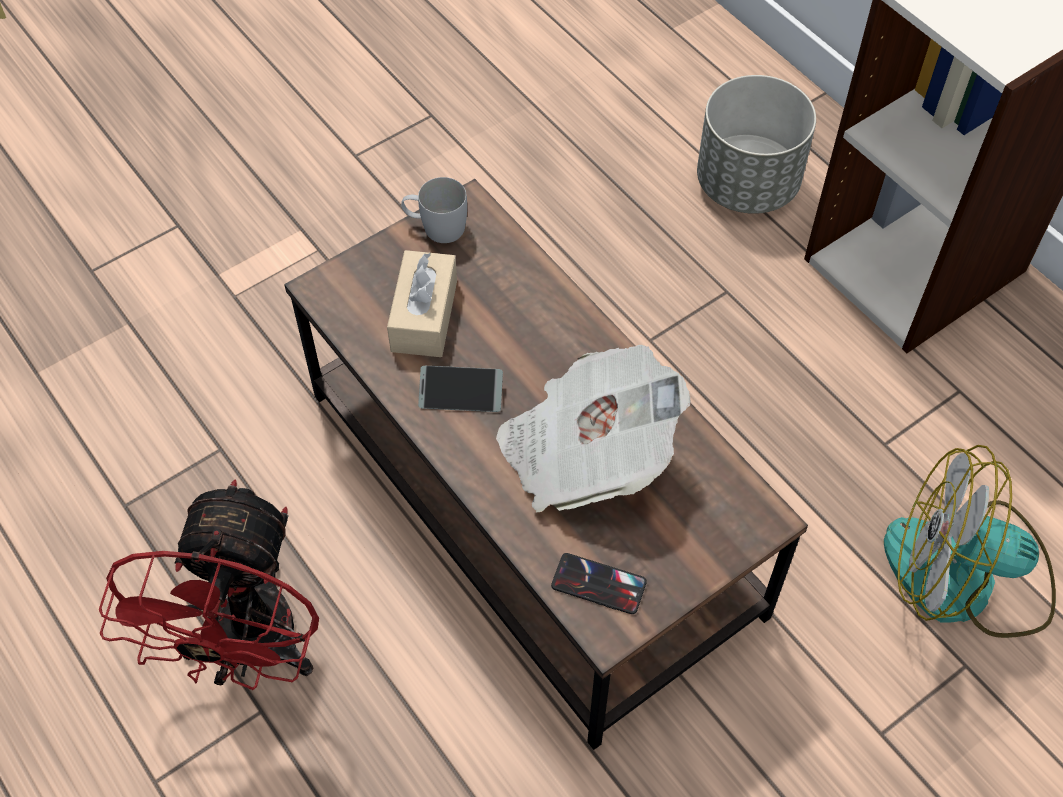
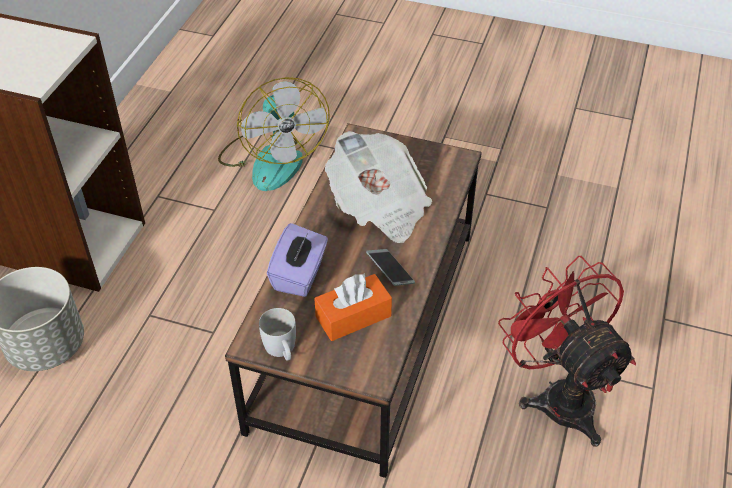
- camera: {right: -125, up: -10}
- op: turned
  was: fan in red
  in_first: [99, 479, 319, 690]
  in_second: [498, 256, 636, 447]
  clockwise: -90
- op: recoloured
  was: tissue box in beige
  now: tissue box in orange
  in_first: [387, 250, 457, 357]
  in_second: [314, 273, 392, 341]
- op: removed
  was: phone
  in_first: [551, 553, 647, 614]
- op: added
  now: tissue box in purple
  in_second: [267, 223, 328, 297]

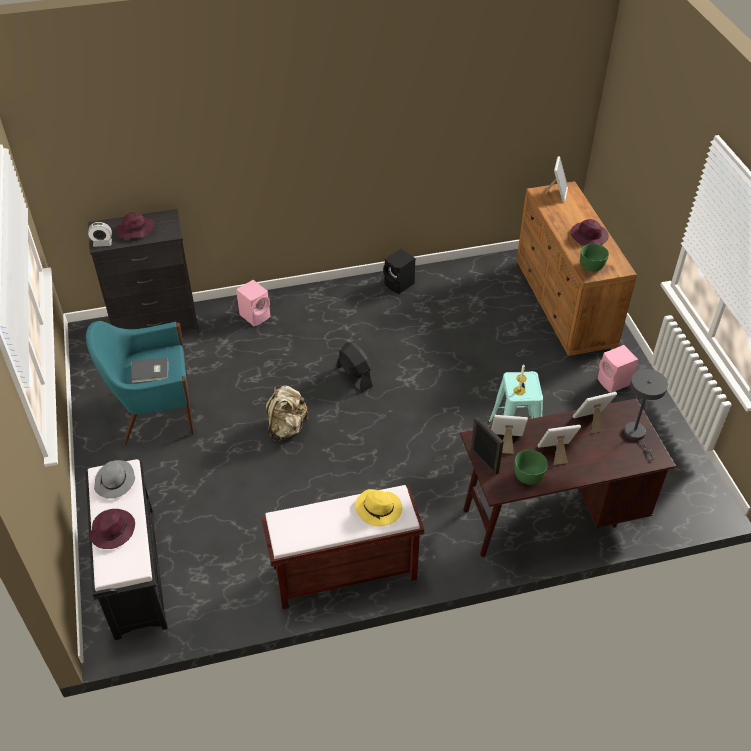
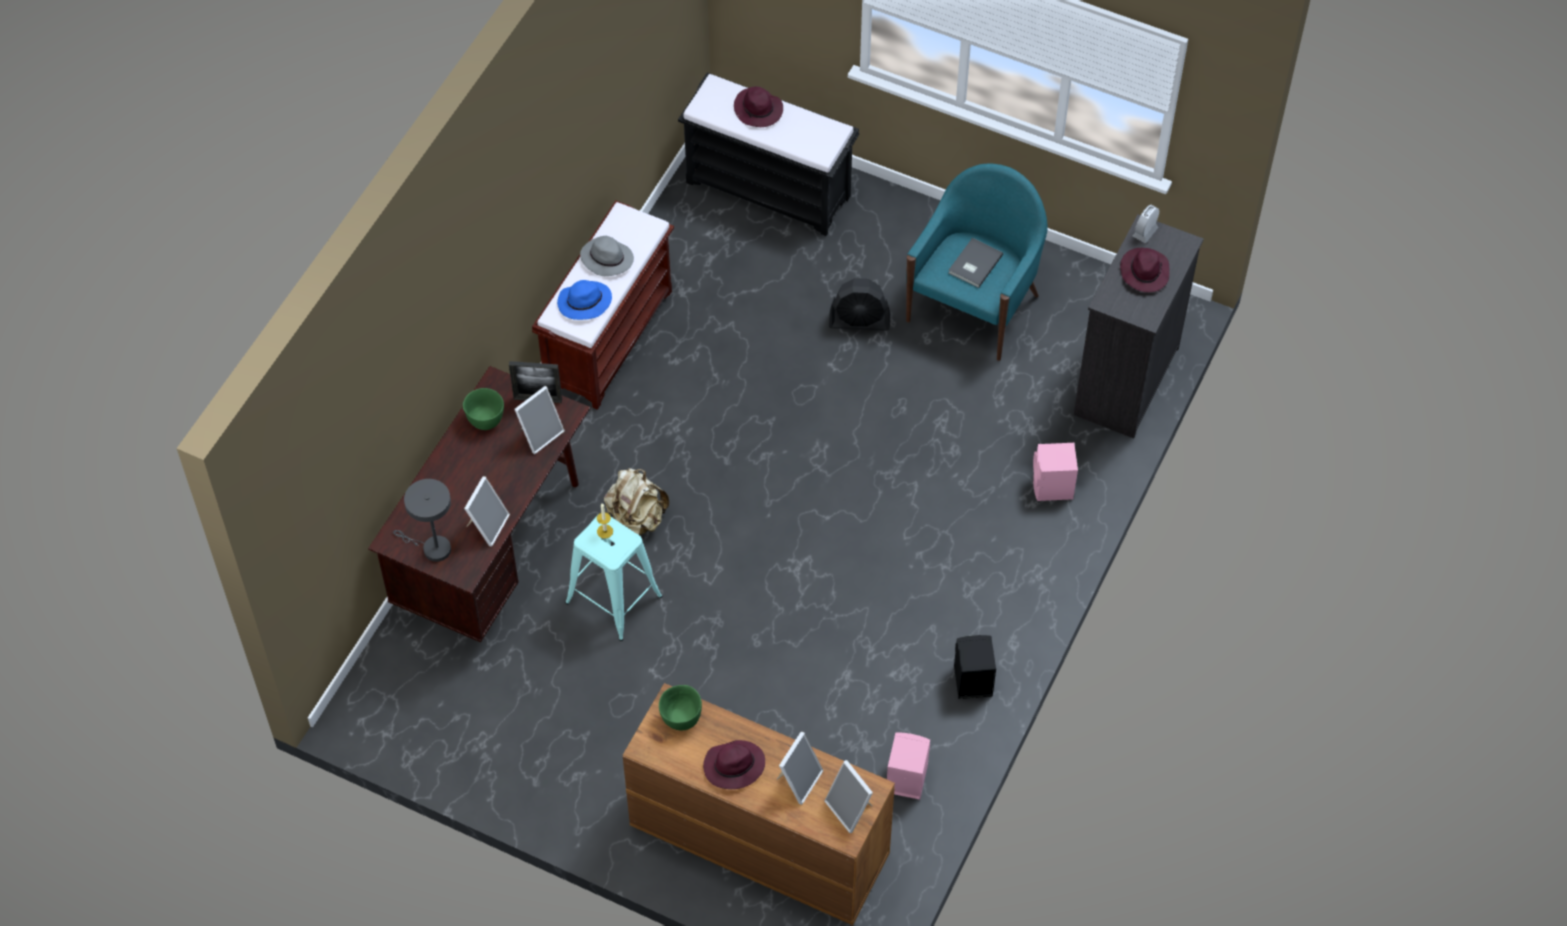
- camera: {right: 130, up: 10}
- op: moved
  was: hat in grey
  in_first: [94, 460, 135, 499]
  in_second: [580, 236, 634, 276]
- op: moved
  was: backpack in beige
  in_first: [266, 385, 309, 442]
  in_second: [604, 468, 669, 535]
- op: moved
  was: fan in black
  in_first: [336, 342, 373, 393]
  in_second: [829, 278, 890, 331]
- op: recoloured
  was: hat in yellow
  now: hat in blue
  in_first: [355, 489, 403, 526]
  in_second: [557, 280, 612, 320]
- op: moved
  was: picture frame
  in_first: [538, 425, 581, 465]
  in_second: [776, 732, 823, 805]
- op: moved
  was: speaker in pink
  in_first: [597, 345, 638, 393]
  in_second: [887, 733, 930, 800]

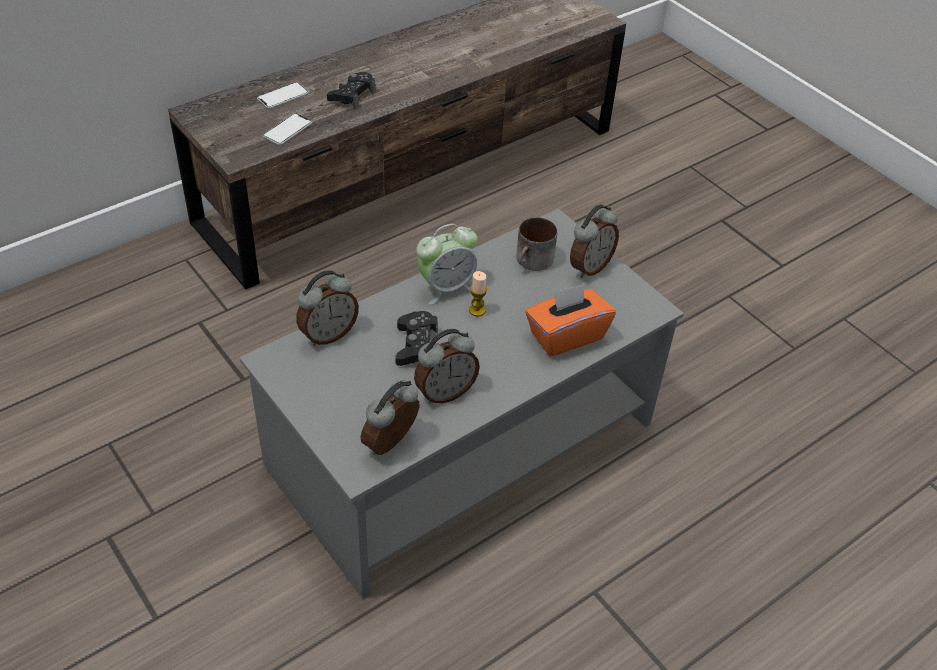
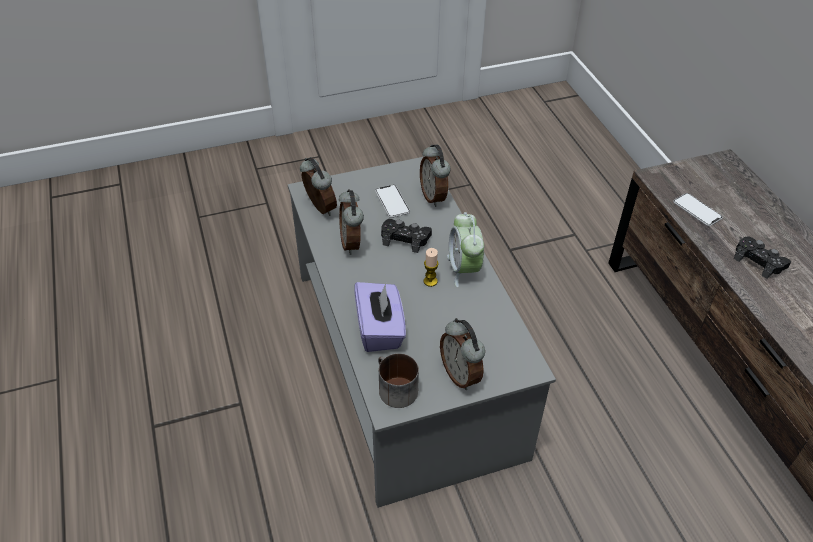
- camera: {right: 110, up: 0}
- op: moved
  was: phone
  in_first: [257, 82, 309, 109]
  in_second: [375, 185, 410, 218]
- op: moved
  was: mug
  in_first: [516, 217, 558, 271]
  in_second: [378, 353, 419, 408]
- op: recoloured
  was: tissue box in orange
  now: tissue box in purple
  in_first: [525, 283, 616, 356]
  in_second: [354, 282, 406, 352]

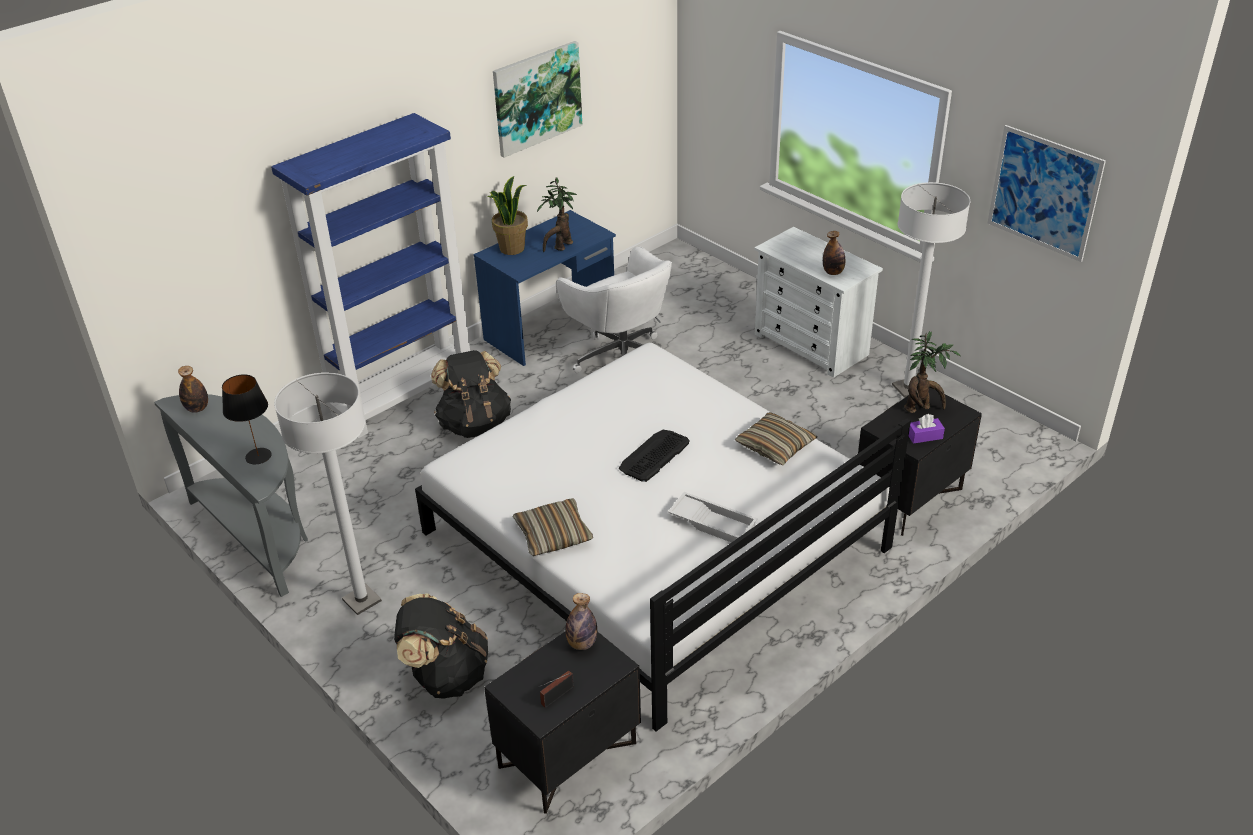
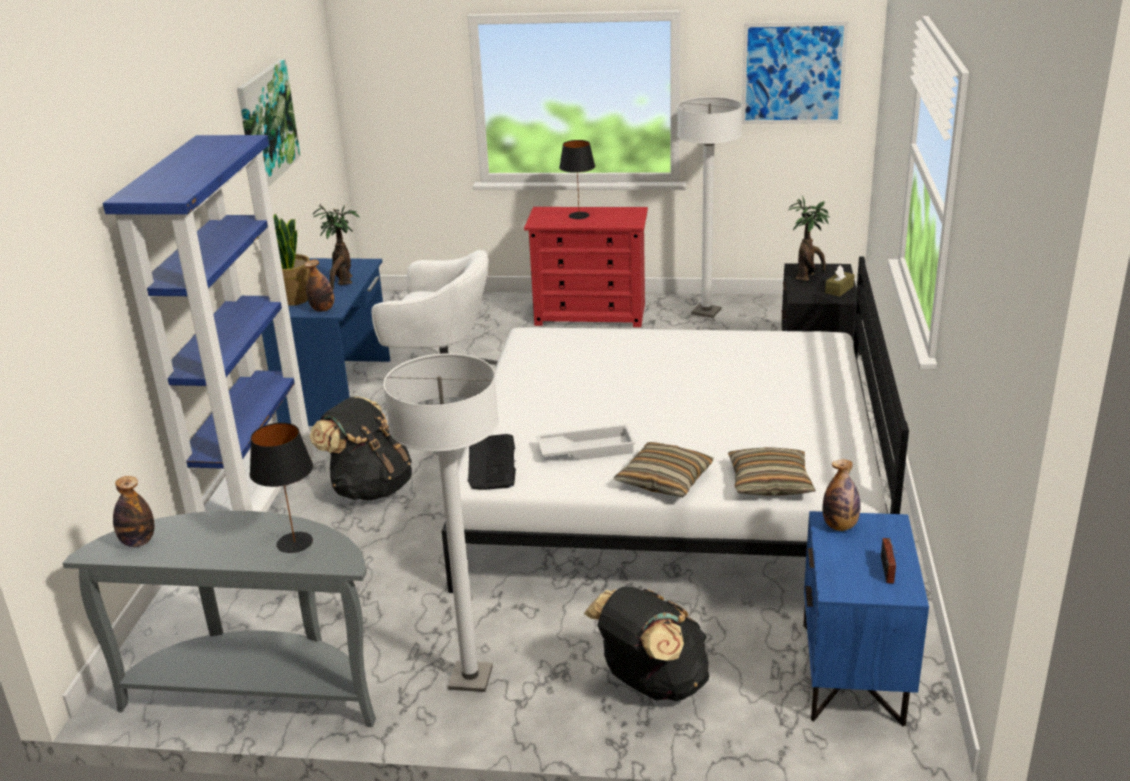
- camera: {right: -40, up: -10}
- op: recoloured
  was: nightstand in black
  now: nightstand in blue
  in_first: [484, 631, 641, 814]
  in_second: [803, 511, 929, 726]
- op: moved
  was: keyboard
  in_first: [619, 430, 690, 482]
  in_second: [468, 434, 516, 490]
- op: moved
  was: tray in white
  in_first: [668, 492, 758, 542]
  in_second: [536, 424, 636, 460]
- op: moved
  was: pillow
  in_first: [735, 412, 817, 465]
  in_second: [728, 447, 816, 495]
- op: recoloured
  was: dresser in white
  now: dresser in red
  in_first: [754, 227, 883, 378]
  in_second: [524, 207, 648, 327]
- op: moved
  was: bottle
  in_first: [823, 231, 845, 275]
  in_second: [305, 260, 334, 312]
- op: recoloured
  was: tissue box in purple
  now: tissue box in brown
  in_first: [909, 414, 945, 444]
  in_second: [825, 265, 855, 297]
- op: added
  now: table lamp in black
  in_second: [559, 140, 595, 219]

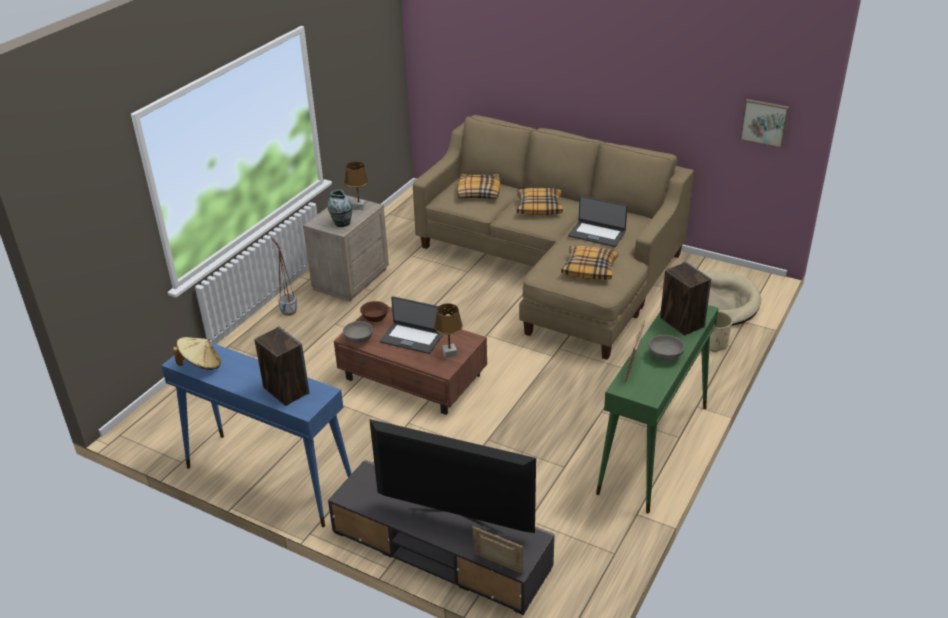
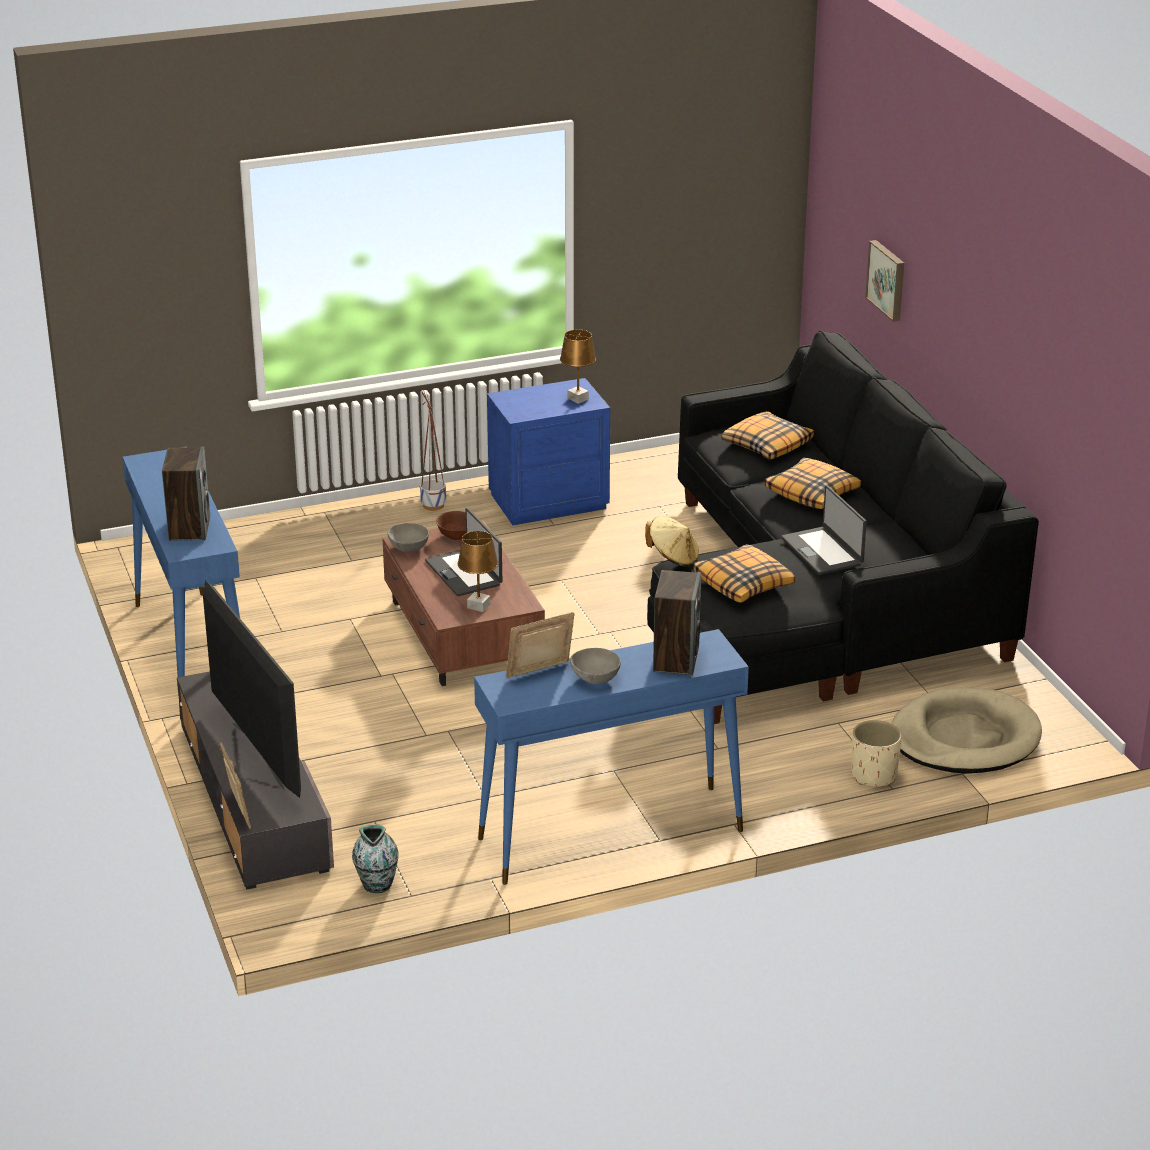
- camera: {right: 40, up: -5}
- op: moved
  was: hat in beige
  in_first: [173, 337, 221, 370]
  in_second: [645, 516, 699, 567]
- op: recoloured
  was: nightstand in beige
  now: nightstand in blue
  in_first: [303, 195, 389, 302]
  in_second: [487, 378, 610, 525]
- op: moved
  was: vase
  in_first: [327, 189, 353, 227]
  in_second: [352, 824, 399, 893]
- op: recoloured
  was: sofa in beige
  now: sofa in black
  in_first: [413, 115, 694, 360]
  in_second: [647, 330, 1039, 724]
- op: recoloured
  was: console table in green
  now: console table in blue
  in_first: [596, 305, 719, 513]
  in_second: [474, 629, 749, 885]
- op: moved
  was: picture
  in_first: [740, 99, 789, 148]
  in_second: [865, 240, 904, 322]

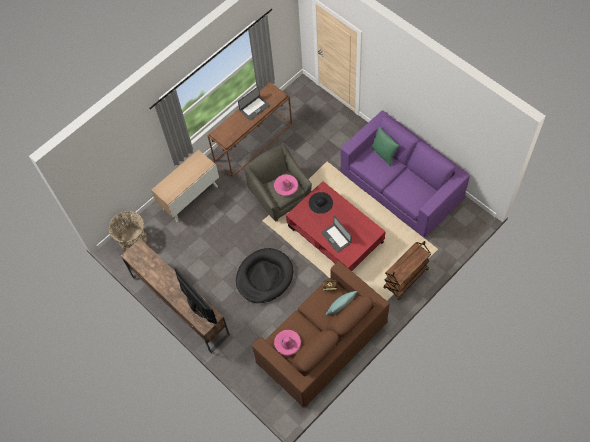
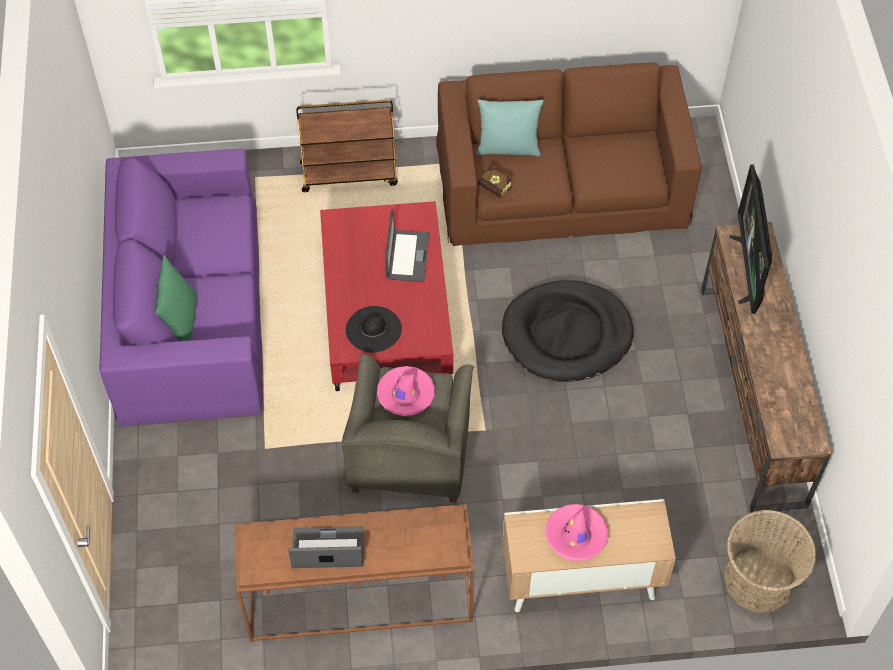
- camera: {right: -145, up: -5}
- op: moved
  was: hat in pink
  in_first: [274, 330, 301, 355]
  in_second: [546, 504, 608, 561]

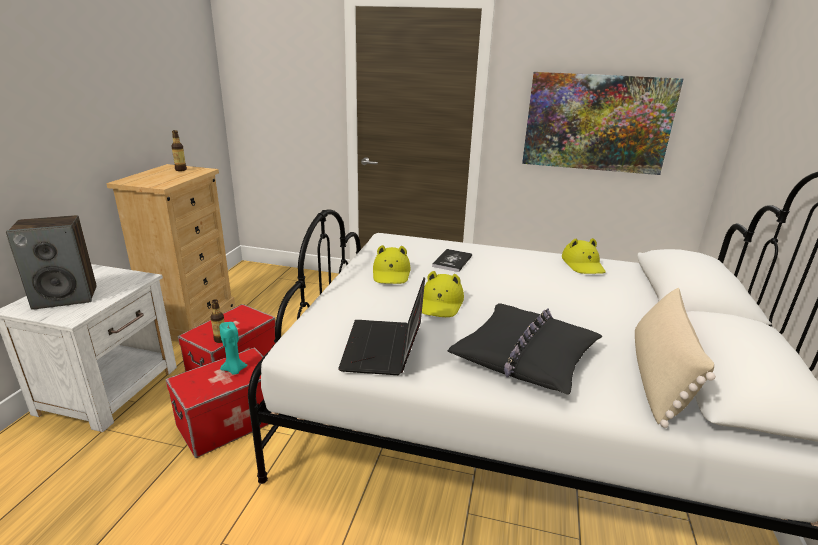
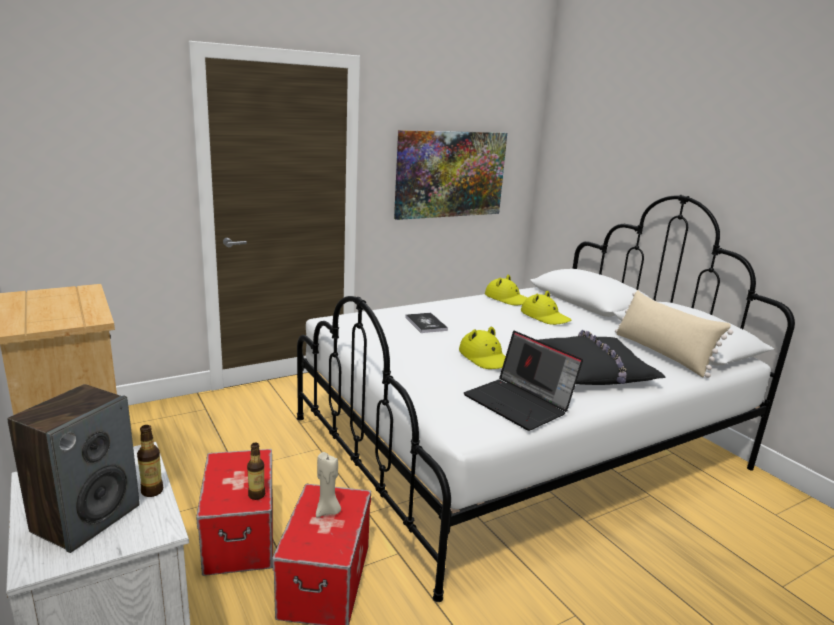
- camera: {right: -45, up: -5}
- op: moved
  was: bottle
  in_first: [171, 130, 187, 171]
  in_second: [137, 425, 163, 497]
- op: recoloured
  was: candle in turquoise
  now: candle in beige
  in_first: [220, 322, 248, 374]
  in_second: [316, 452, 341, 517]
- op: moved
  was: hat in yellow
  in_first: [373, 245, 411, 284]
  in_second: [521, 291, 572, 325]

